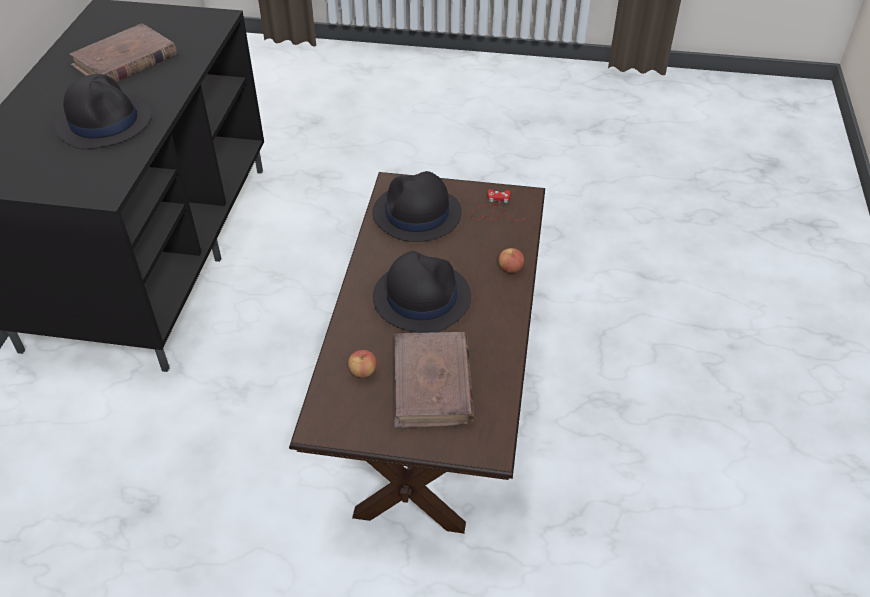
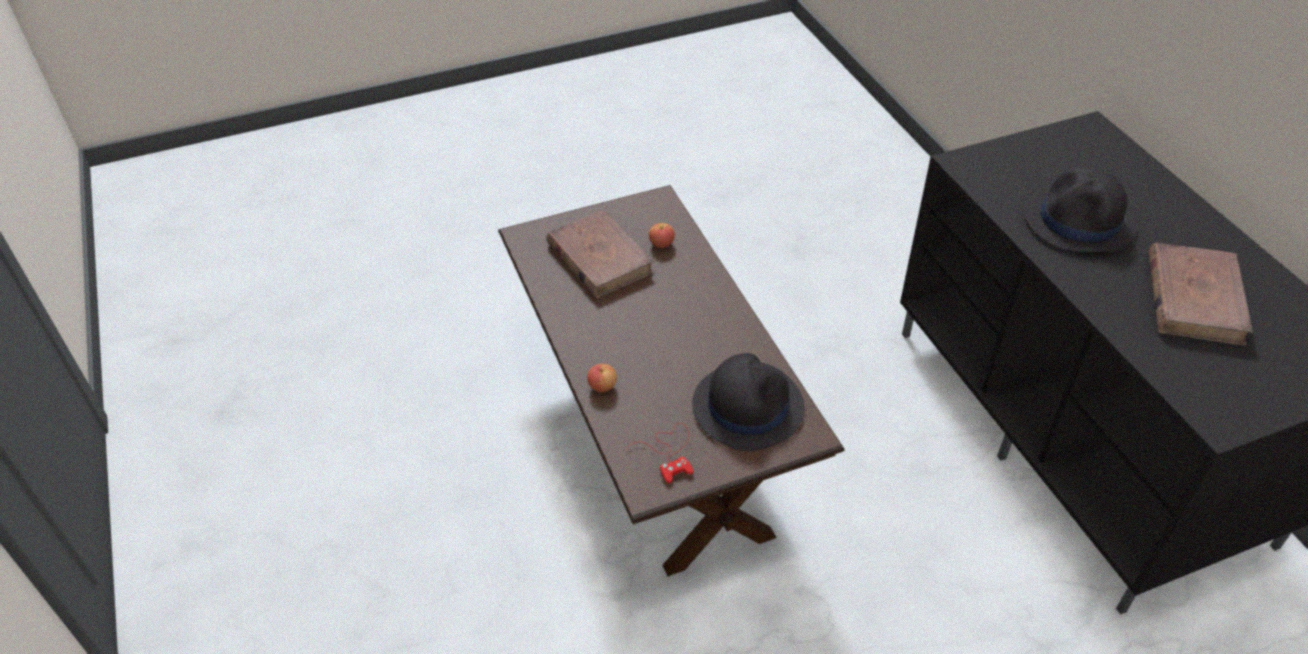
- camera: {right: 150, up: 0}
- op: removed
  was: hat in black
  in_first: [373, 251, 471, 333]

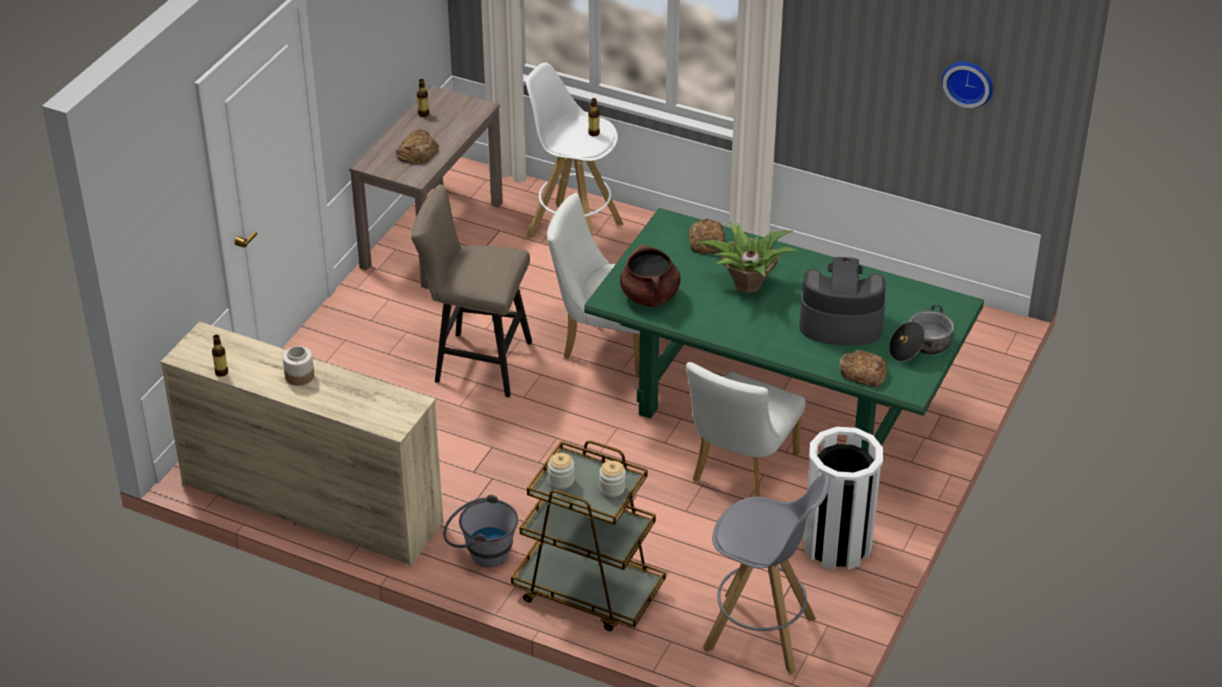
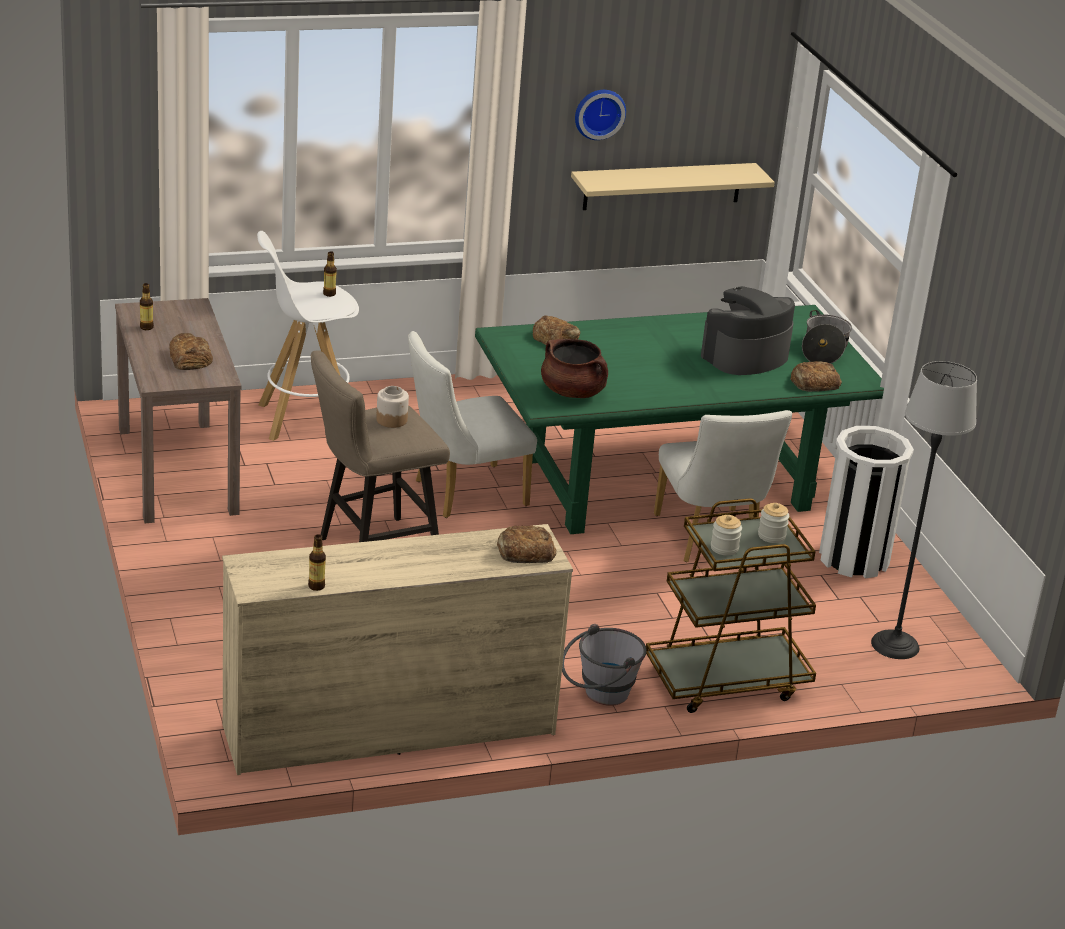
- camera: {right: -45, up: -10}
- op: moved
  was: jar
  in_first: [283, 346, 314, 386]
  in_second: [376, 386, 409, 428]
- op: removed
  was: potted plant
  in_first: [697, 221, 797, 293]
- op: replaced
  was: stool in grey
  now: floor lamp
  in_first: [703, 473, 831, 674]
  in_second: [871, 361, 977, 659]
- op: moved
  was: wall clock
  in_first: [942, 61, 993, 108]
  in_second: [575, 90, 626, 140]
- op: added
  now: bread
  in_second: [497, 526, 556, 563]
- op: added
  now: shelf in beige
  in_second: [571, 163, 775, 210]

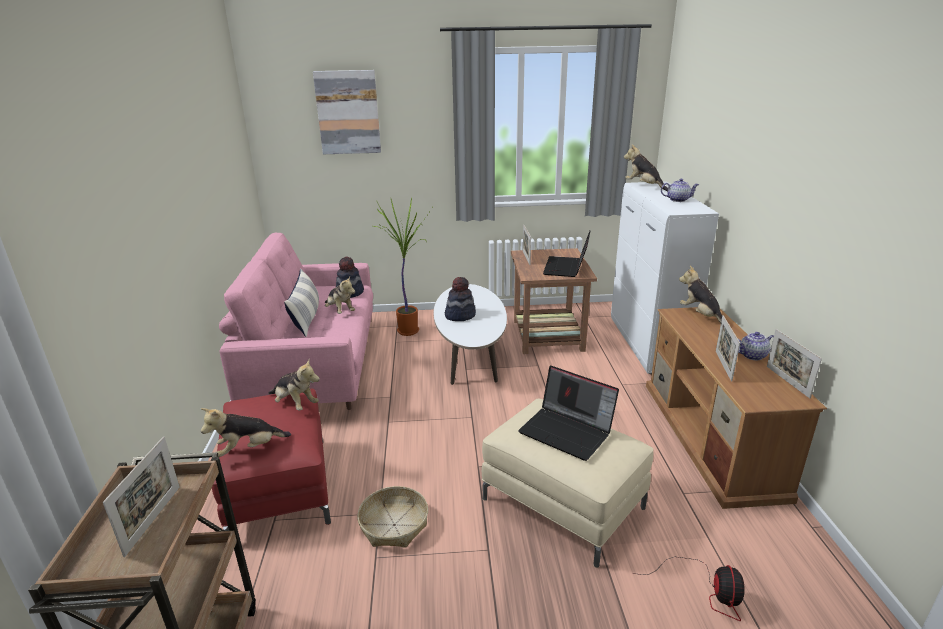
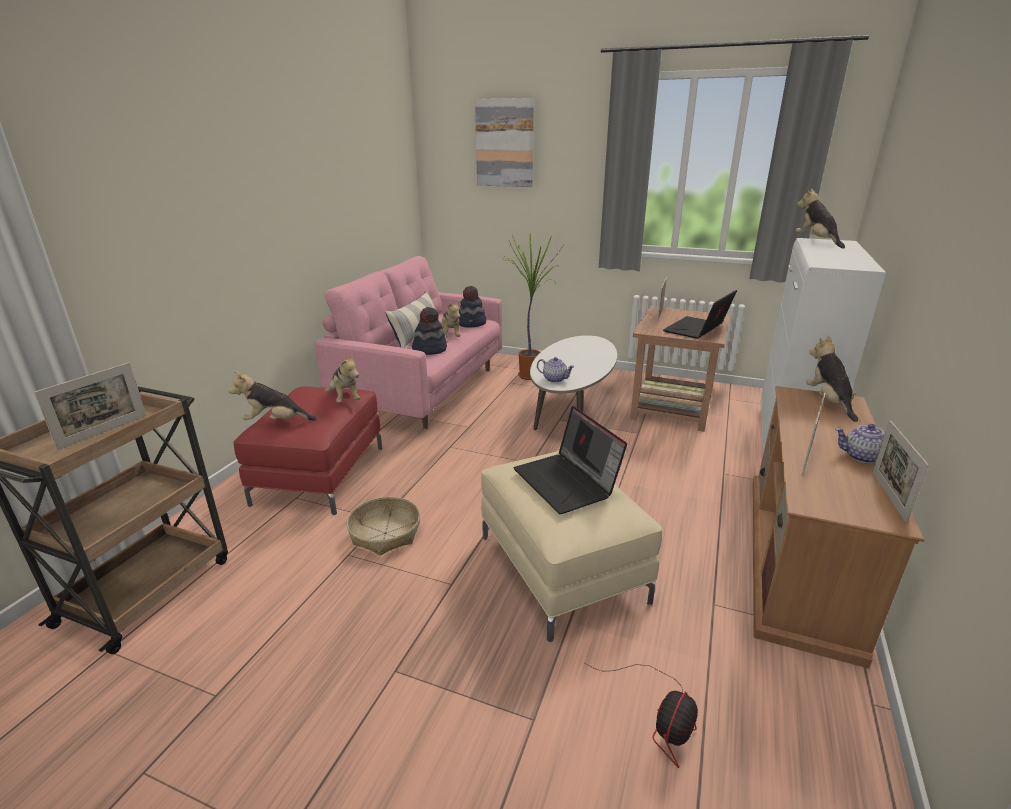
- camera: {right: 25, up: 0}
- op: moved
  was: hat
  in_first: [445, 277, 476, 321]
  in_second: [412, 307, 447, 355]
- op: moved
  was: teapot
  in_first: [661, 179, 699, 202]
  in_second: [537, 357, 575, 383]

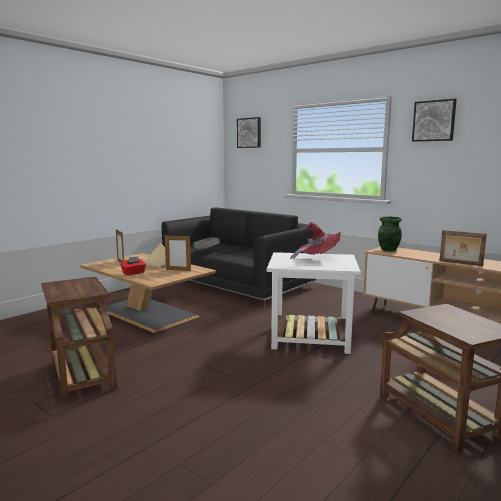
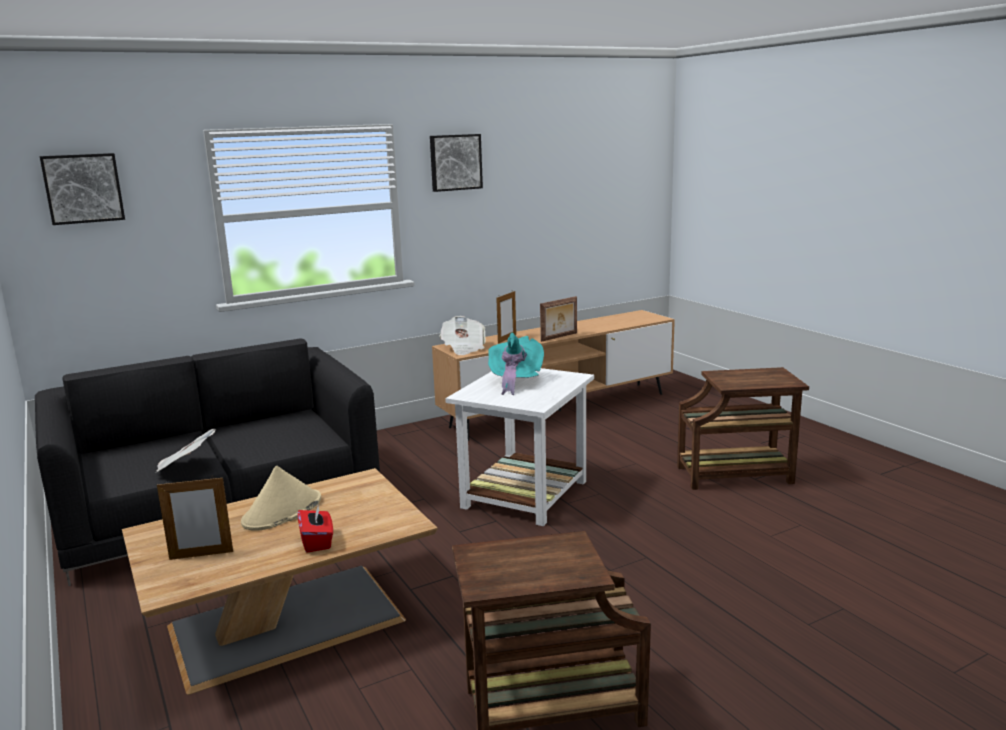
- camera: {right: -70, up: 5}
- op: moved
  was: picture frame
  in_first: [165, 235, 191, 271]
  in_second: [496, 291, 516, 344]
- op: recoloured
  was: hat in red
  now: hat in turquoise
  in_first: [290, 222, 341, 261]
  in_second: [488, 333, 544, 395]
- op: replaced
  was: vase in green
  now: newspaper
  in_first: [378, 217, 402, 252]
  in_second: [440, 316, 485, 355]

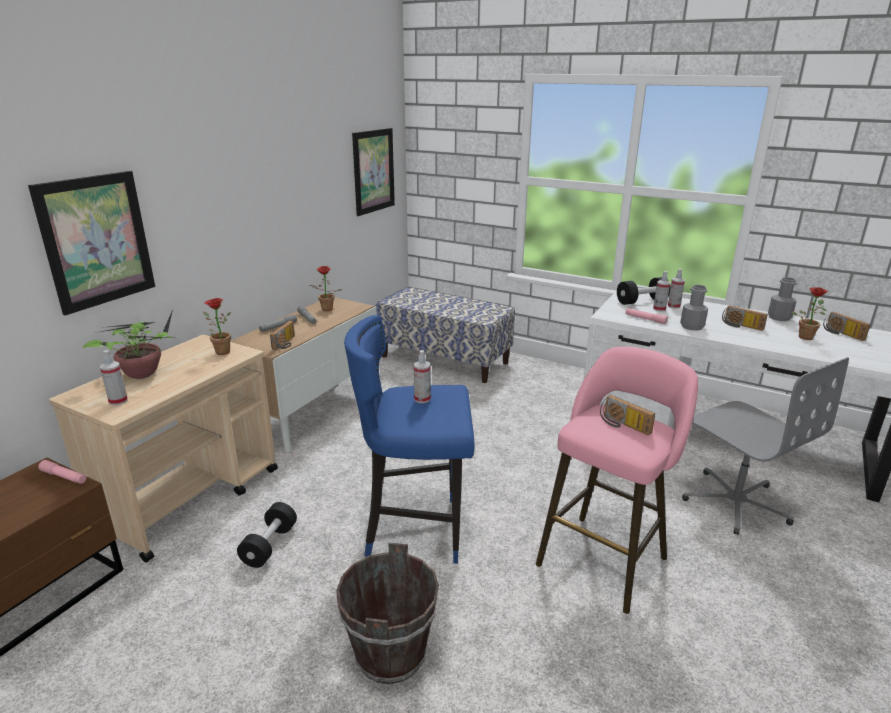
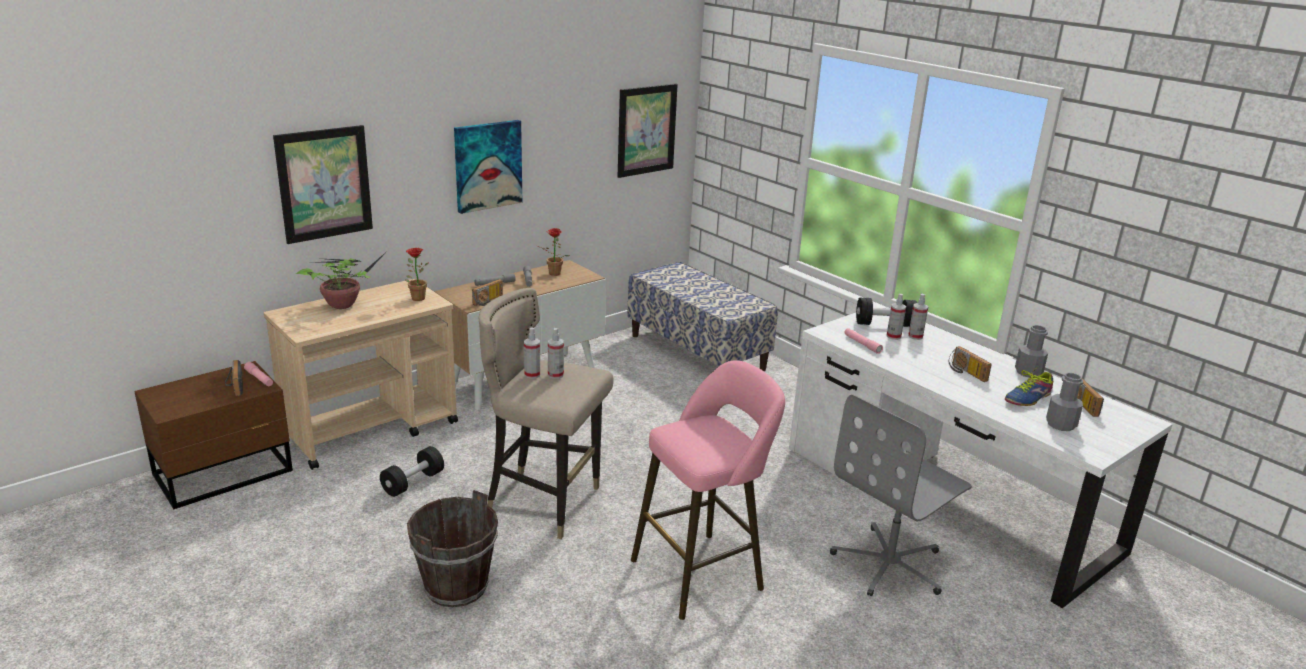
- camera: {right: 20, up: 0}
- op: moved
  was: spray bottle
  in_first: [100, 350, 128, 405]
  in_second: [524, 328, 540, 379]
- op: recoloured
  was: stool in blue
  now: stool in beige
  in_first: [344, 315, 475, 564]
  in_second: [479, 288, 614, 539]
- op: moved
  was: radio
  in_first: [600, 395, 655, 435]
  in_second: [225, 360, 243, 396]
- op: moved
  was: bottle in grey
  in_first: [680, 285, 708, 331]
  in_second: [1046, 373, 1083, 431]
- op: turned
  was: office chair in grey
  in_first: [682, 357, 849, 535]
  in_second: [830, 394, 972, 596]
  clockwise: 60
- op: replaced
  was: potted plant
  now: shoe
  in_first: [791, 287, 828, 340]
  in_second: [1005, 366, 1053, 406]
- op: added
  now: picture
  in_second: [454, 120, 523, 214]

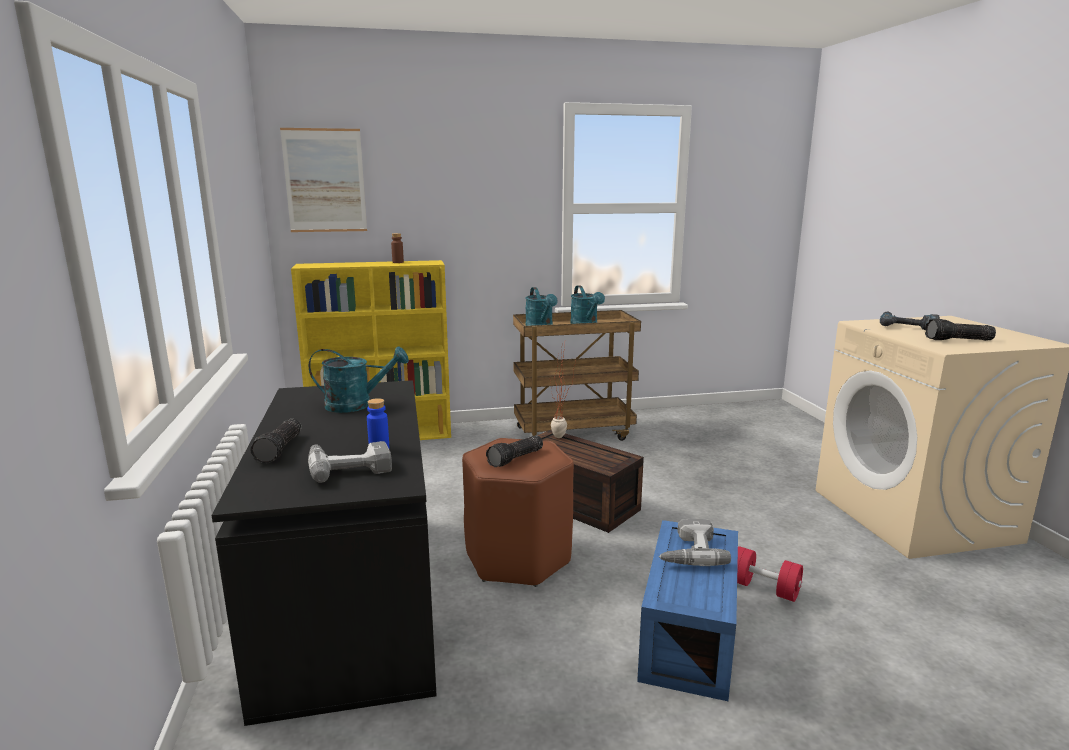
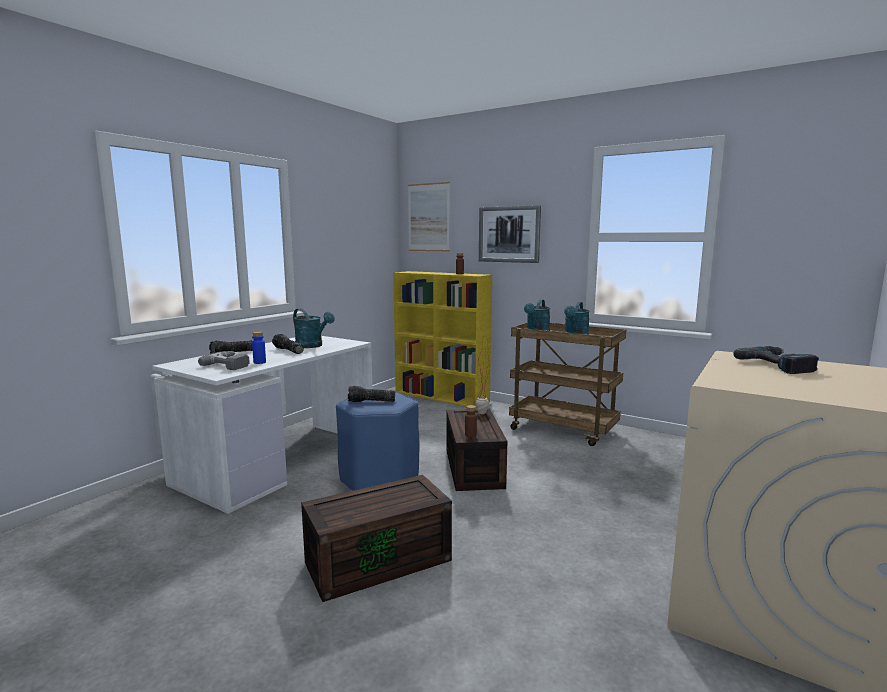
- camera: {right: 45, up: -5}
- op: recoloured
  was: desk in black
  now: desk in white
  in_first: [211, 380, 437, 726]
  in_second: [152, 336, 373, 514]
- op: recoloured
  was: stool in brown
  now: stool in blue
  in_first: [462, 438, 574, 587]
  in_second: [336, 392, 419, 491]
- op: recoloured
  was: storage box in blue
  now: storage box in brown
  in_first: [637, 520, 738, 701]
  in_second: [301, 475, 452, 602]
- op: removed
  was: power drill
  in_first: [659, 519, 731, 566]
- op: removed
  was: dumbbell in red
  in_first: [737, 546, 803, 602]
- op: moved
  was: flashlight
  in_first: [925, 319, 996, 341]
  in_second: [272, 334, 304, 354]
- op: added
  now: bottle in brown
  in_second: [465, 405, 477, 437]
- op: added
  now: picture
  in_second: [479, 205, 541, 263]

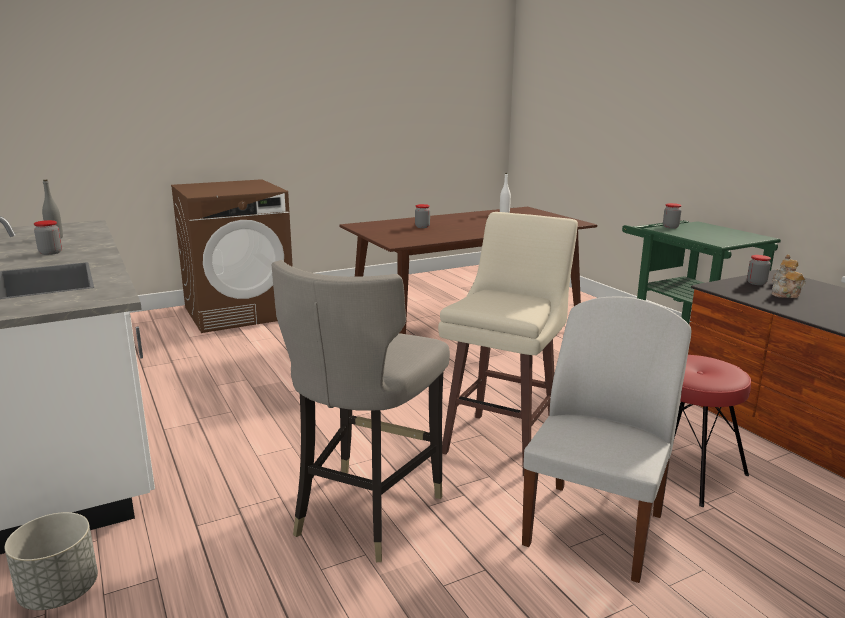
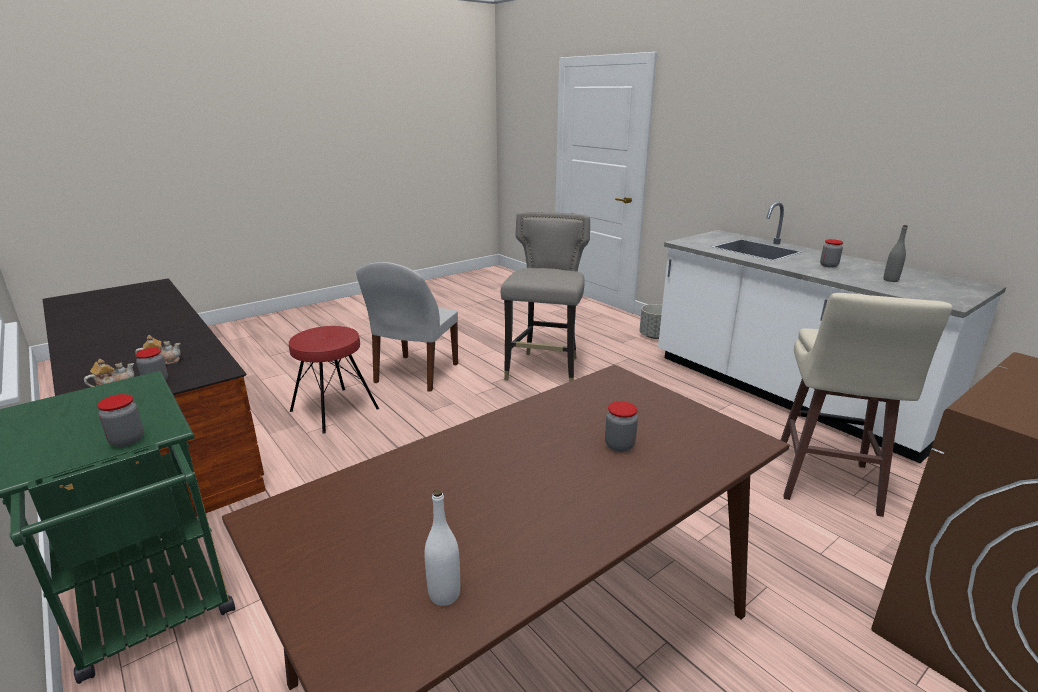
- camera: {right: 170, up: 5}
- op: moved
  was: stool in beige
  in_first: [438, 212, 578, 476]
  in_second: [781, 293, 953, 517]

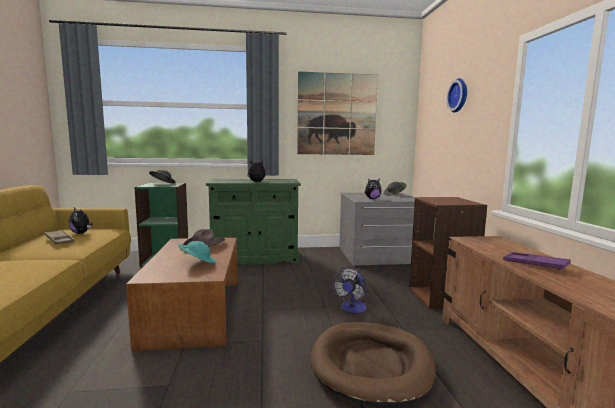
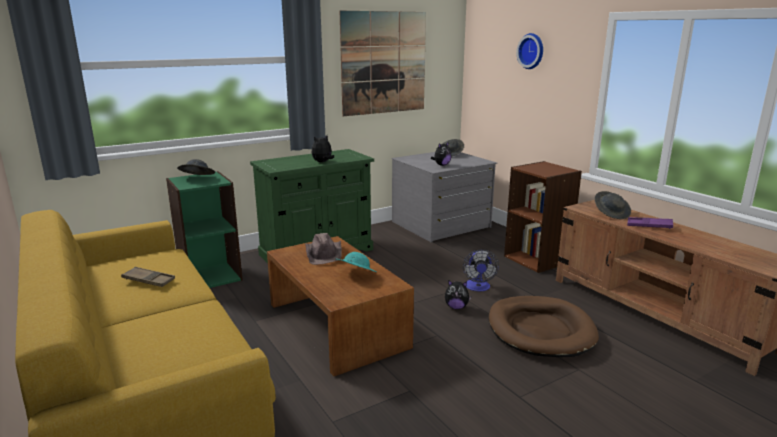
- camera: {right: -25, up: 10}
- op: moved
  was: plush toy
  in_first: [69, 208, 92, 234]
  in_second: [445, 280, 472, 309]
- op: added
  now: hat in grey
  in_second: [595, 191, 631, 219]

